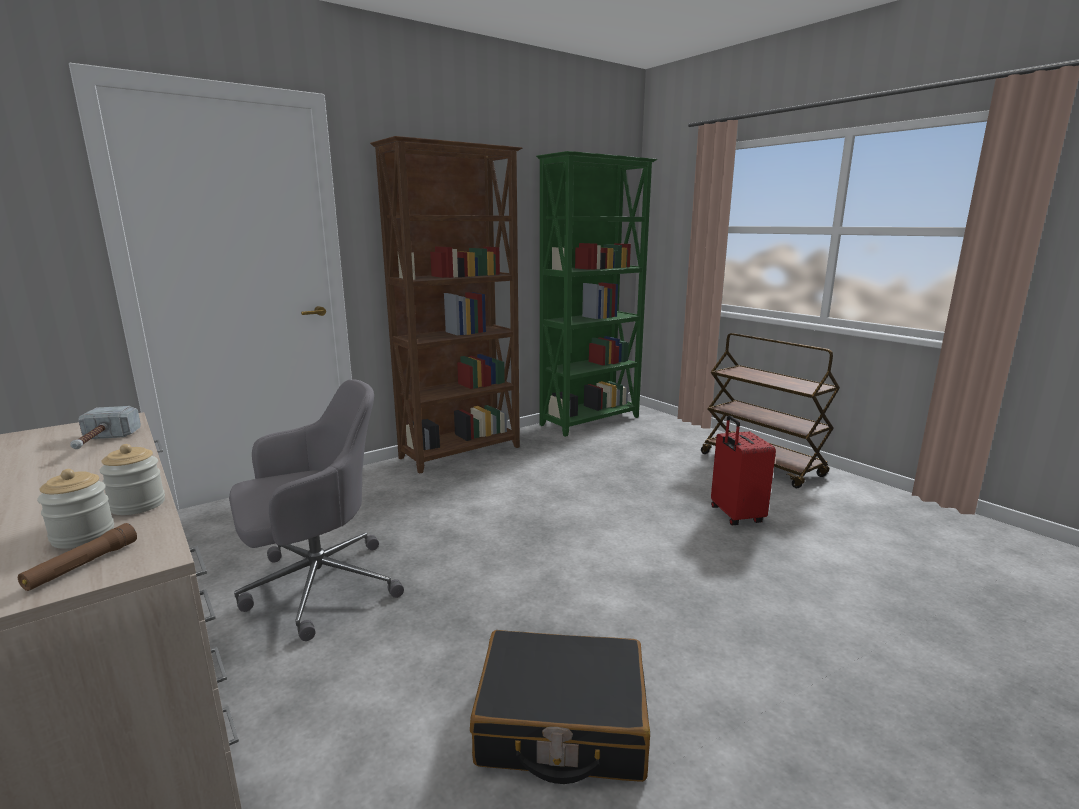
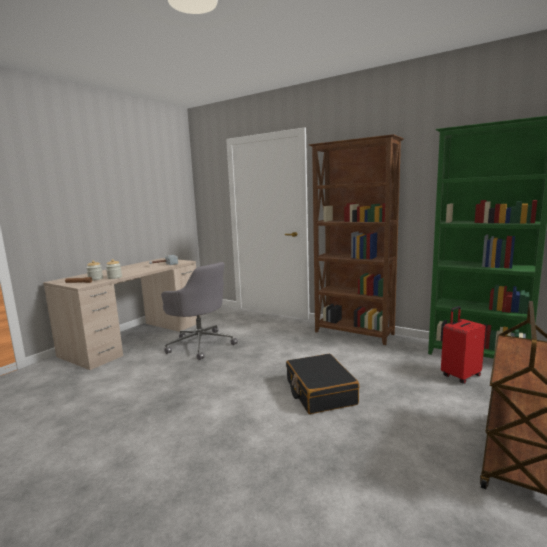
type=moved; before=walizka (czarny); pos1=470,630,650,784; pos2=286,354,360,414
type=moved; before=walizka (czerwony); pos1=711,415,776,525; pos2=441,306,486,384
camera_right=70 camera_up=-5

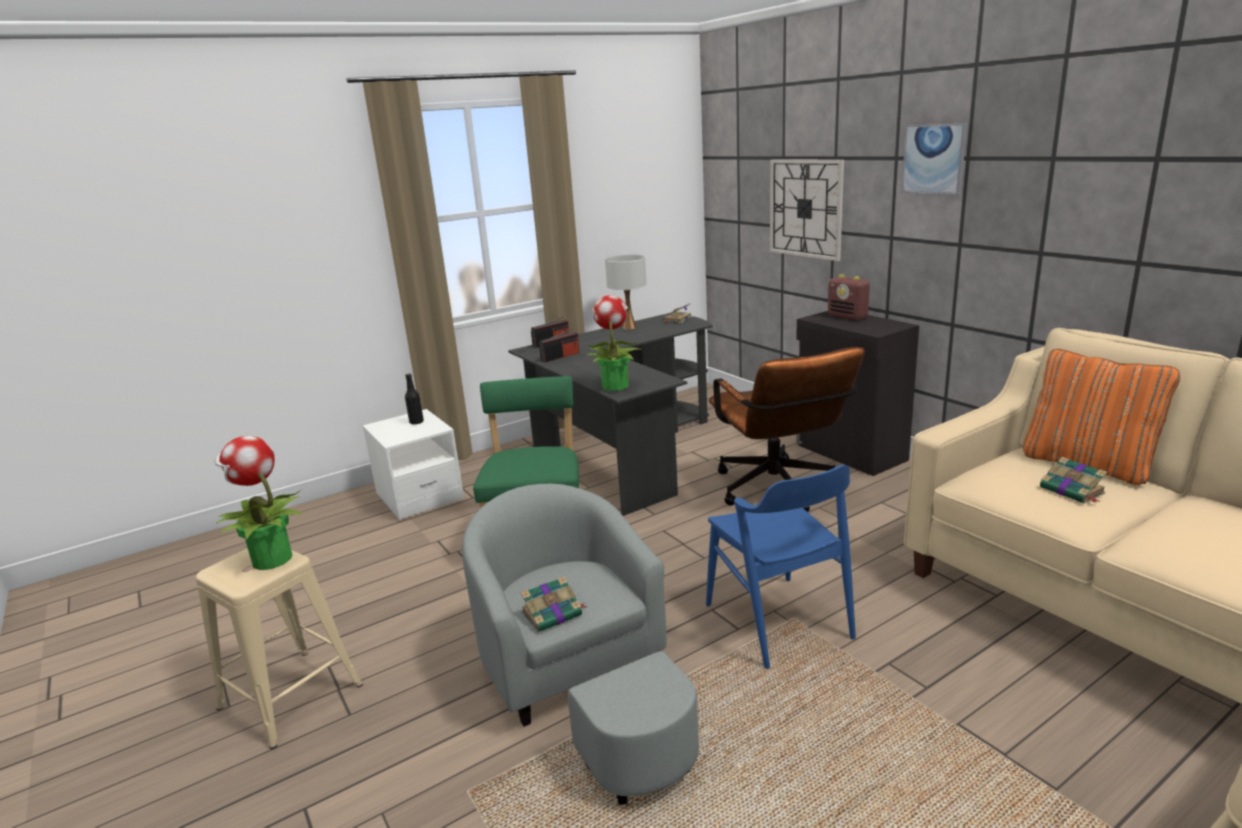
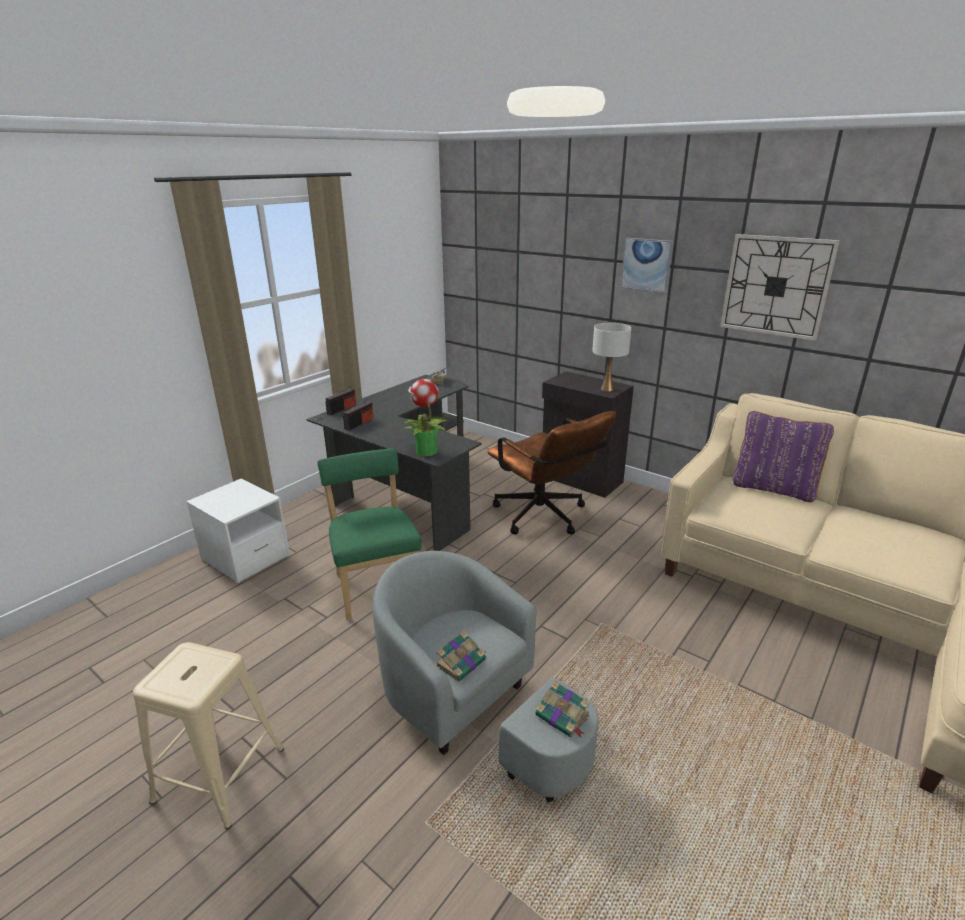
type=removed; before=roślina doniczkowa; pos1=215,436,303,570
type=removed; before=butelka (czarny); pos1=405,373,424,425
type=removed; before=krzesło (niebieski); pos1=706,465,856,669
type=removed; before=radio; pos1=828,274,870,320
type=moved; before=lampa stołowa (biały); pos1=605,254,647,330; pos2=592,323,631,391
type=moved; before=zegar ścienny; pos1=770,159,844,261; pos2=720,234,840,341
type=moved; before=książka; pos1=1040,457,1107,503; pos2=535,681,590,738
type=recoloured; before=poduszka (pomarańczowy); after=poduszka (fioletowy); pos1=1023,349,1180,485; pos2=733,411,834,502
camera_right=-20 camera_up=5

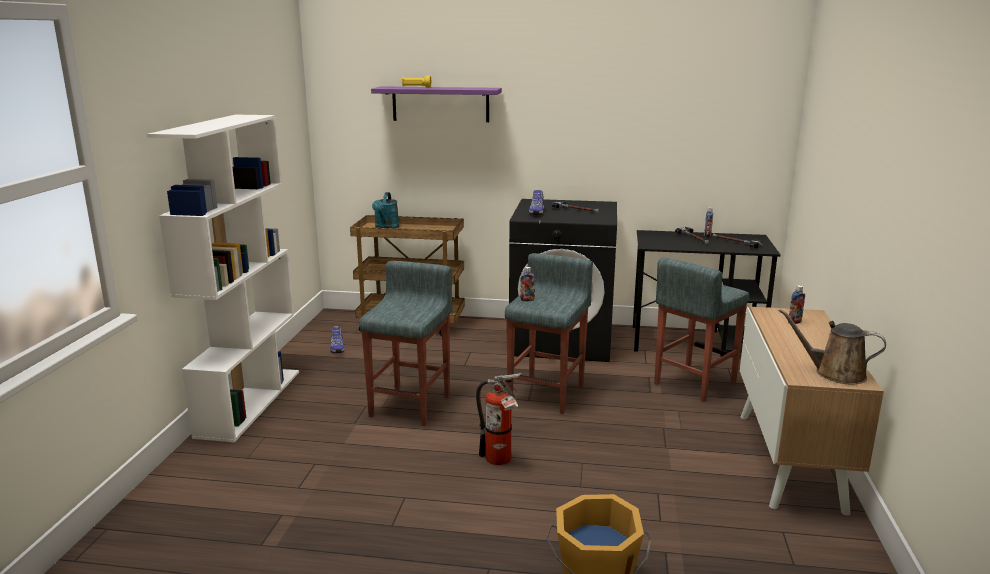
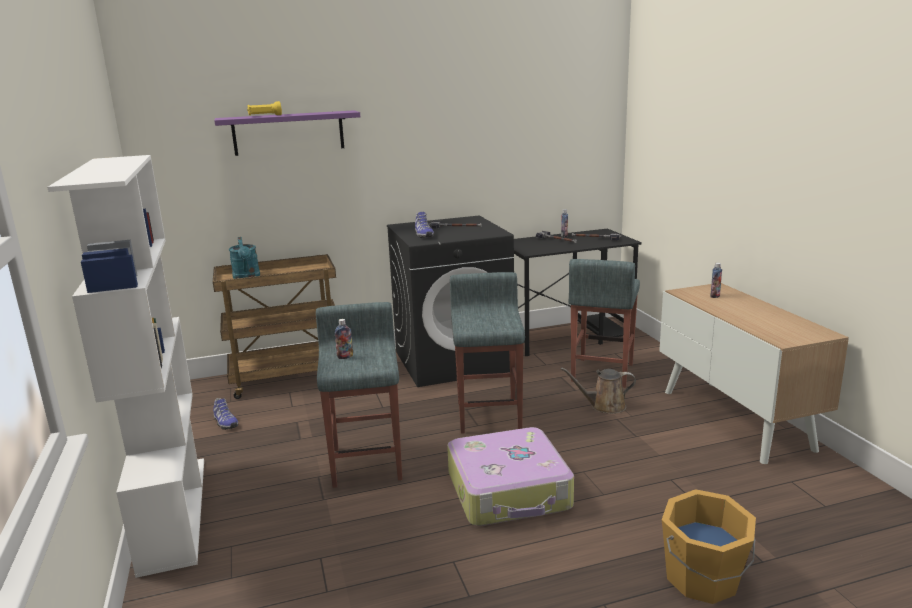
type=moved; before=butelka; pos1=520,267,535,301; pos2=335,319,353,359
type=moved; before=konewka (brązowy); pos1=778,309,886,384; pos2=560,368,636,414
type=replaced; before=gaśnica; after=walizka; pos1=476,373,521,465; pos2=447,427,574,526
camera_right=-25 camera_up=0

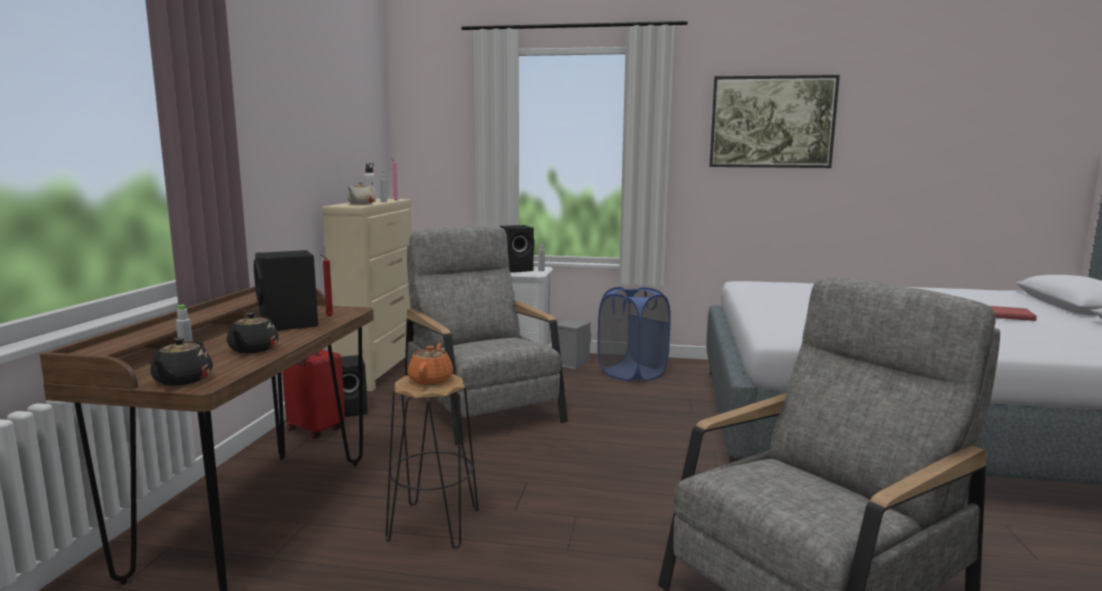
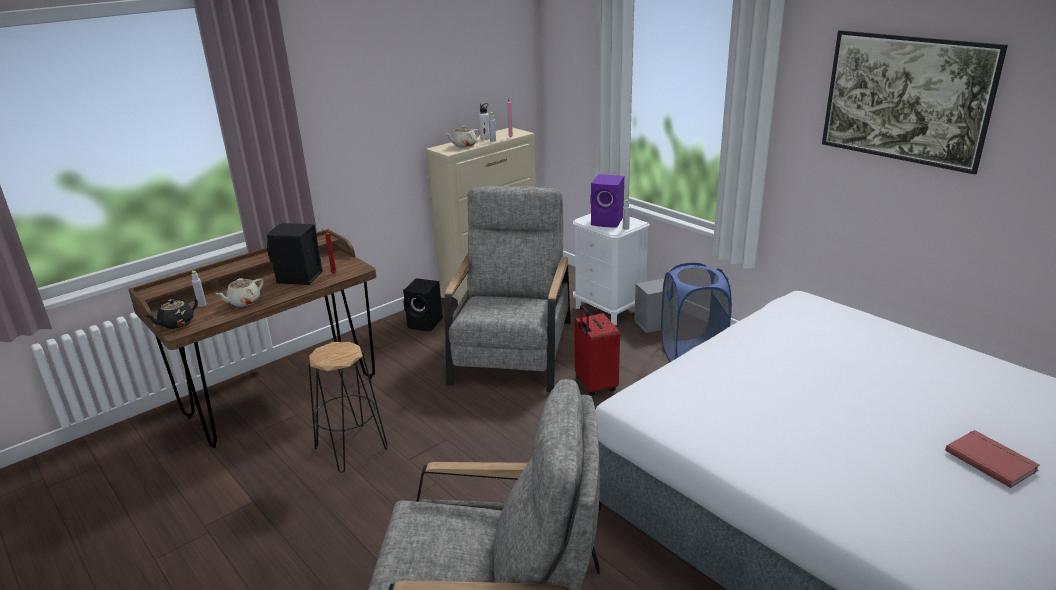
type=removed; before=imbryk (pomarańczowy); pos1=408,343,453,385
type=moved; before=walizka (czerwony); pos1=282,350,345,439; pos2=574,305,620,396
type=recoloured; before=imbryk (czarny); after=imbryk (beżowy); pos1=227,313,279,353; pos2=216,278,264,307
type=recoloured; before=głośnik (czarny); after=głośnik (fioletowy); pos1=500,225,534,272; pos2=590,174,624,227
camera_right=40 camera_up=15

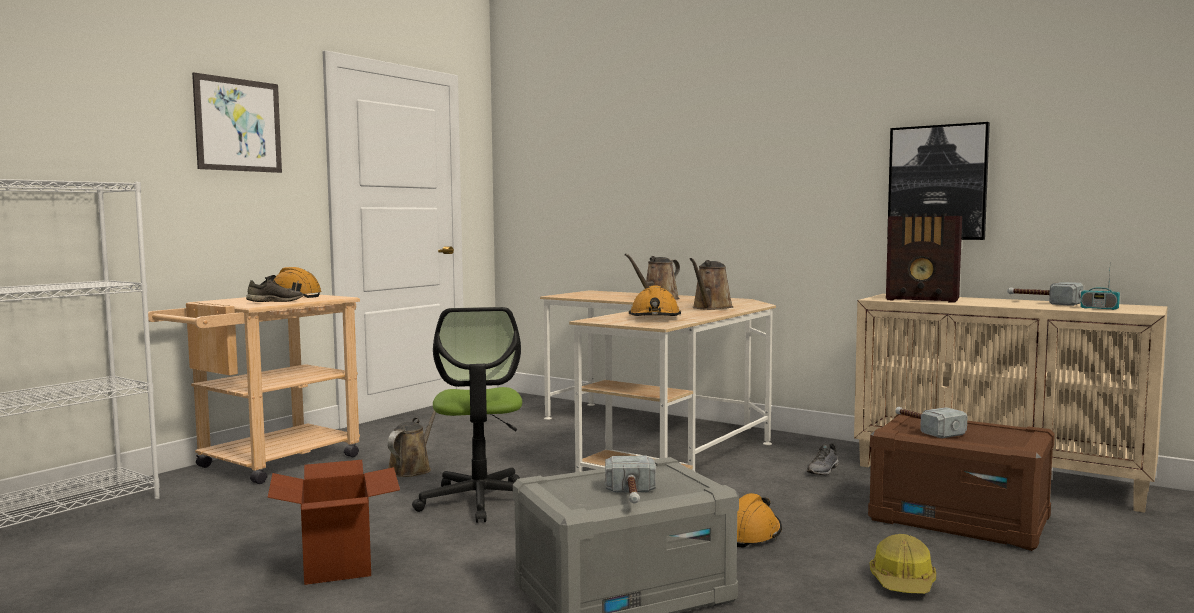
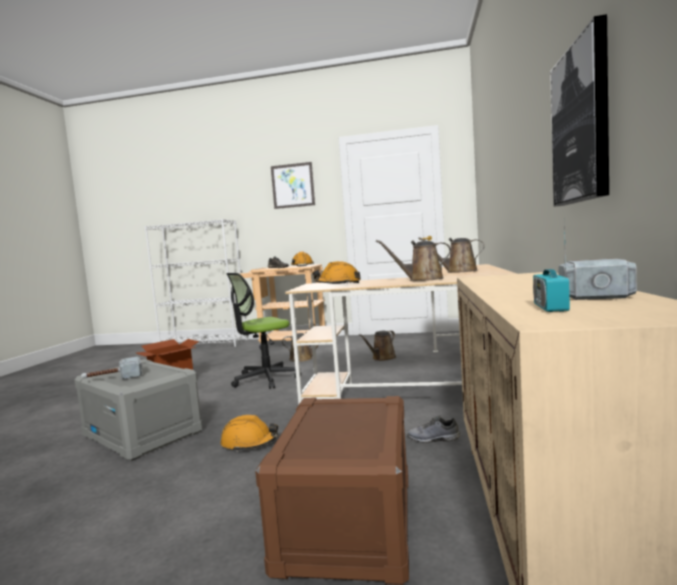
type=removed; before=kask; pos1=870,534,936,594
type=removed; before=radio; pos1=886,214,962,303
type=removed; before=młotek; pos1=895,407,968,438
type=added; after=konewka (brązowy); pos2=359,331,396,361
camera_right=65 camera_up=0

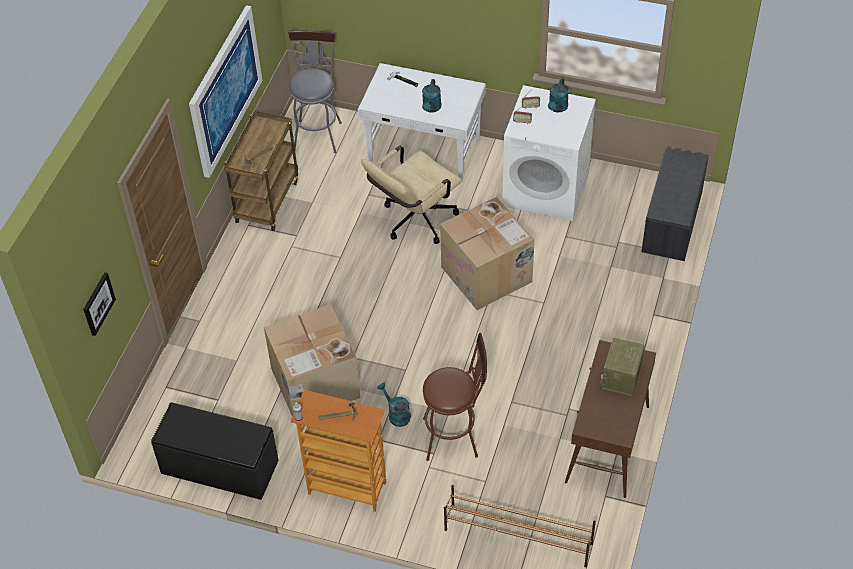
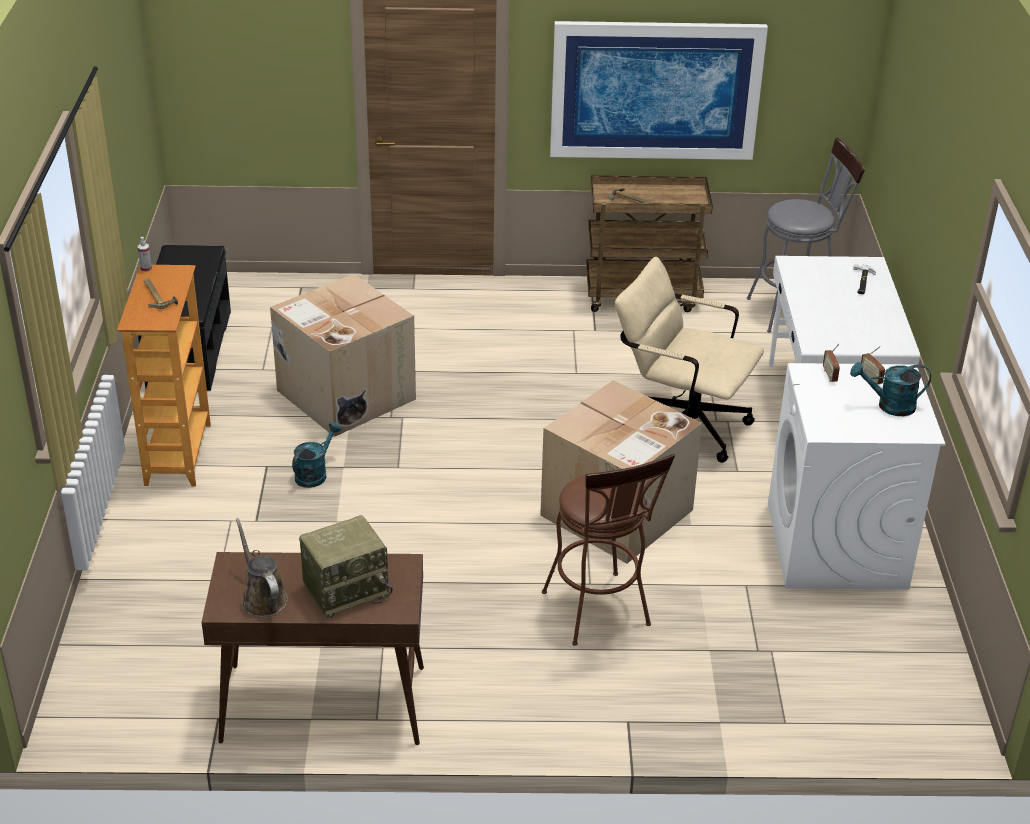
type=removed; before=obraz; pos1=83,272,116,336
type=removed; before=konewka (turkusowy); pos1=422,79,442,113
type=removed; before=regał na buty (brązowy); pos1=444,485,596,567
type=removed; before=ławka (szary); pos1=641,148,708,261
type=added; after=konewka (brązowy); pos2=236,518,288,617
type=moved; before=stołek (brązowy); pos1=423,333,487,461; pos2=542,454,675,646
type=turned; before=radio; pos1=600,338,645,396; pos2=299,515,393,618; turn=150
camera_right=70 camera_up=-15

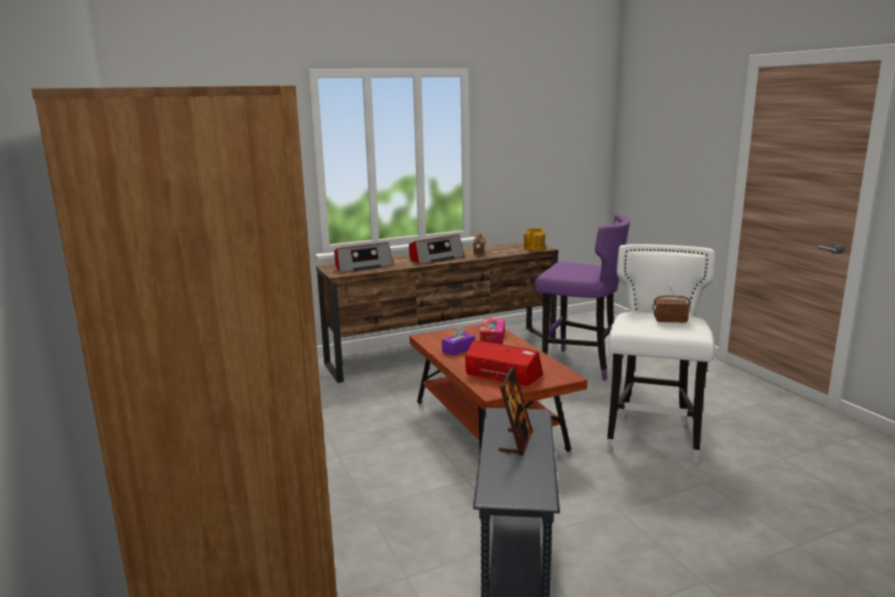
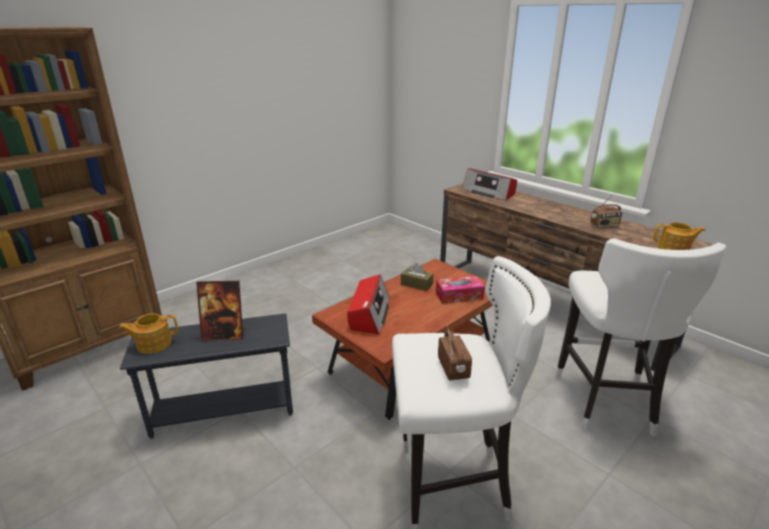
type=removed; before=radio; pos1=409,234,465,264
type=added; after=imbryk; pos2=119,313,178,354
type=recoloured; before=pudełko chusteczek (fioletowy); after=pudełko chusteczek (brązowy); pos1=442,325,475,356; pos2=401,263,433,291
type=recoloured; before=stołek (fioletowy); after=stołek (biały); pos1=535,215,630,381; pos2=555,238,727,437
camera_right=70 camera_up=10

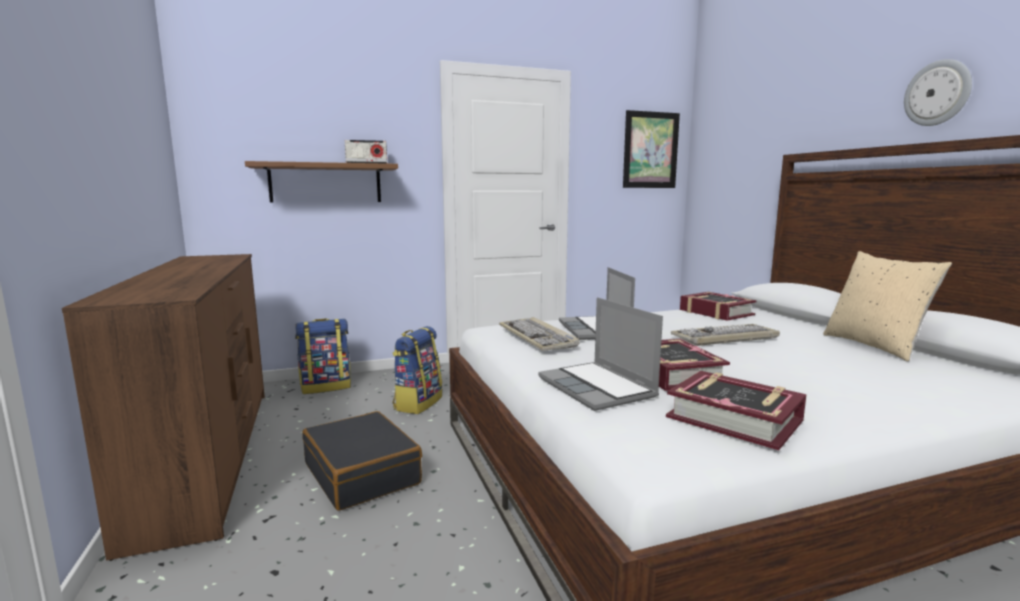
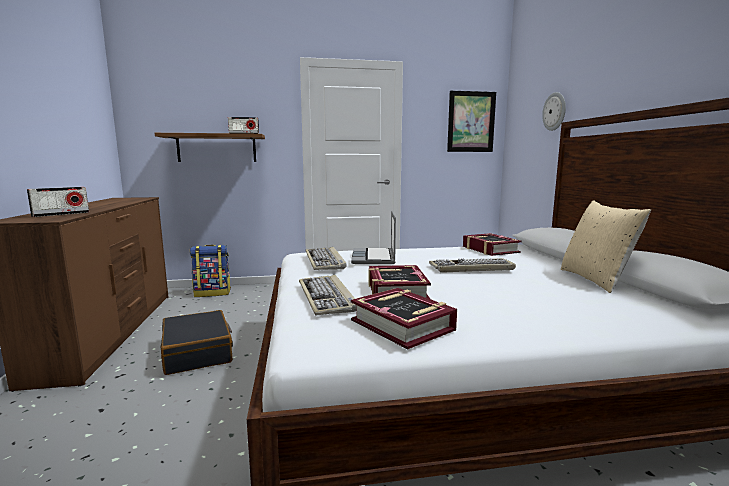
type=removed; before=plecak; pos1=392,326,442,414
type=added; after=radio; pos2=27,187,89,217
type=moved; before=zegar ścienny; pos1=904,59,972,126; pos2=542,92,566,131
type=replaced; before=laptop; after=klawiatura; pos1=538,297,663,411; pos2=299,275,357,315
camera_right=10 camera_up=0

